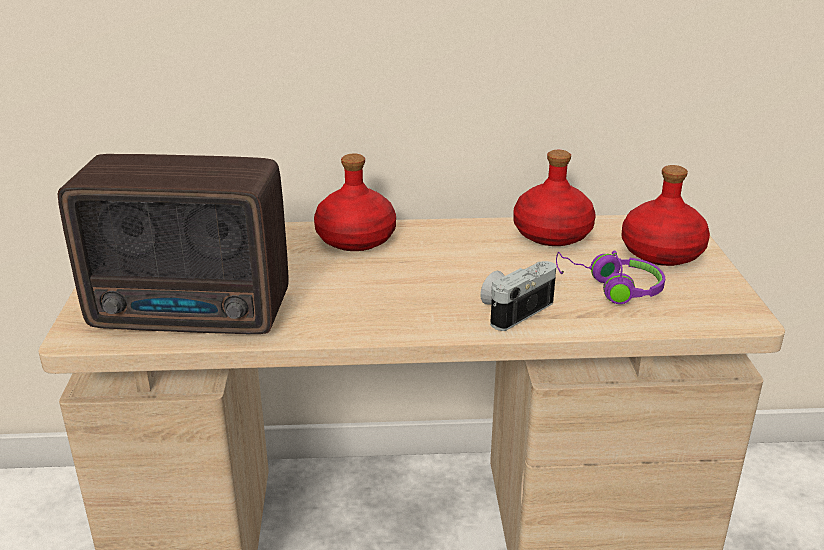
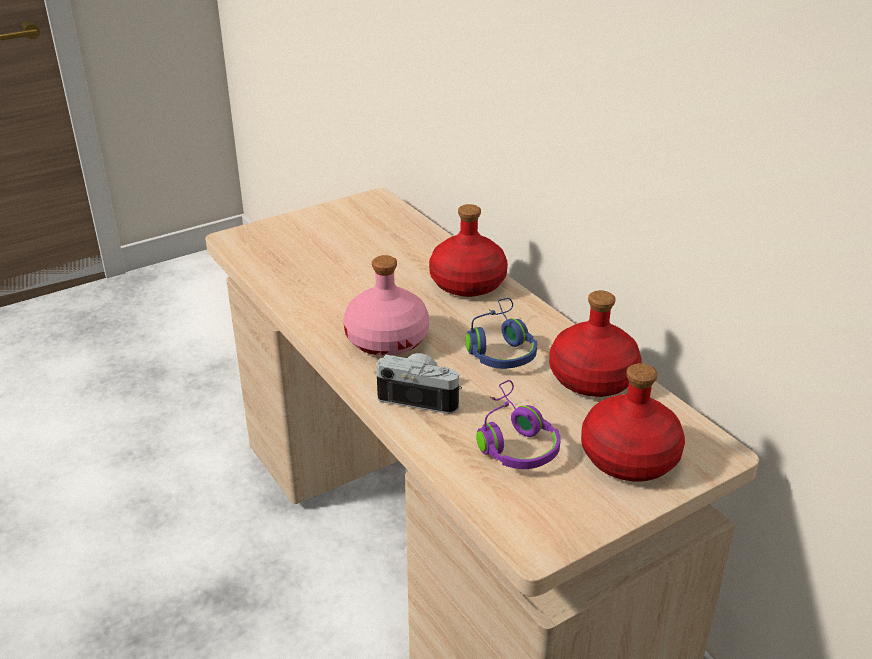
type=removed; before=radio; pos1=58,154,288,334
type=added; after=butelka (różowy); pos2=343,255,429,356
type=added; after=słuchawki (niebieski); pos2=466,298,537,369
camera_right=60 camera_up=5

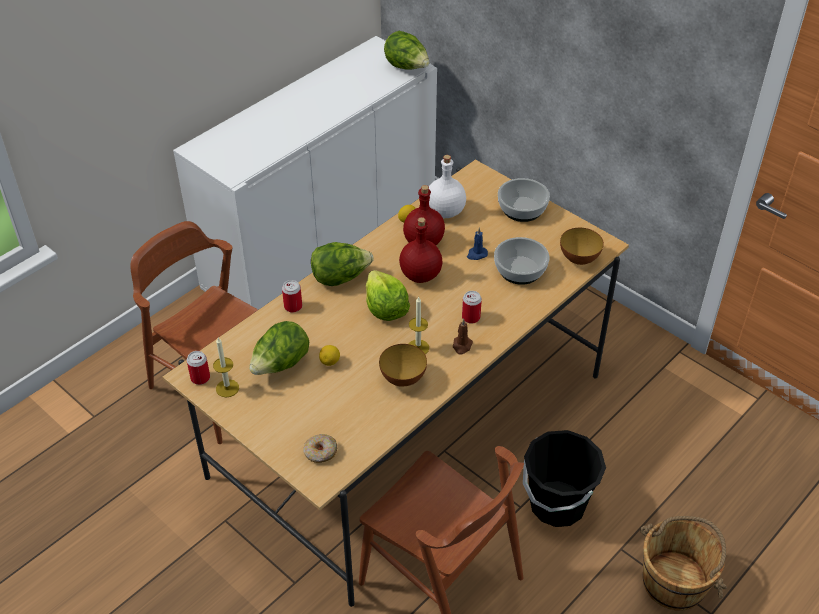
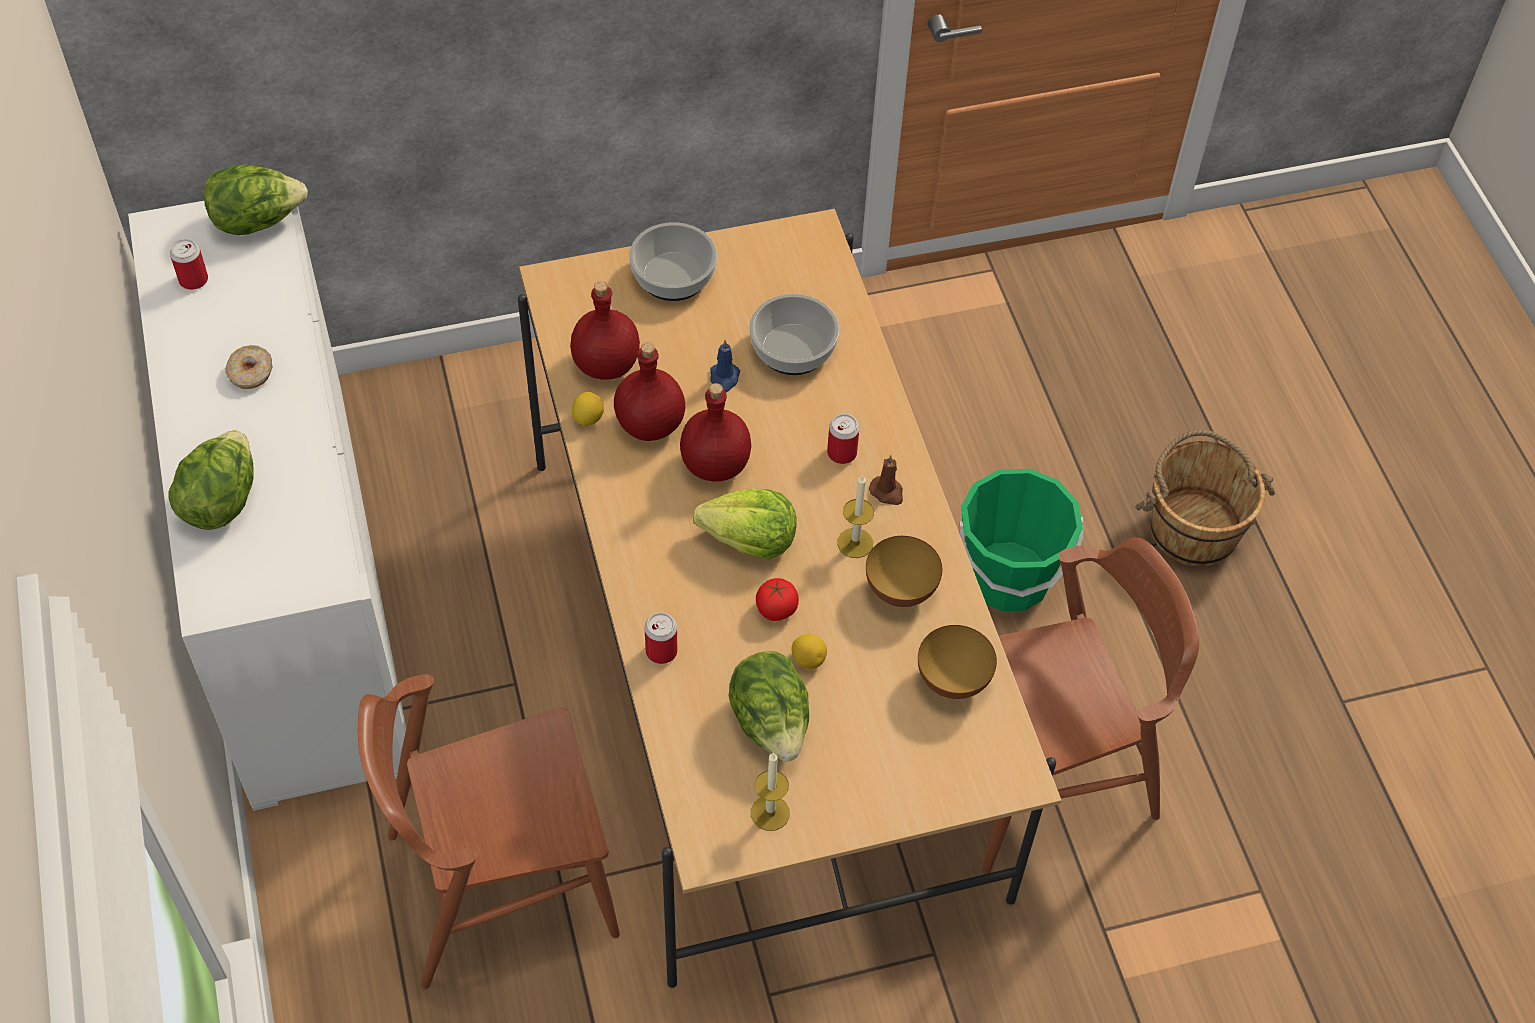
type=added; after=pomidor; pos2=756,578,799,621
type=moved; before=puszka; pos1=187,351,210,385; pos2=170,239,208,290
type=moved; before=donut; pos1=303,434,337,463; pos2=225,345,272,389
type=moved; before=sałata; pos1=311,242,373,286; pos2=169,430,253,530
type=moved; before=miska; pos1=560,228,604,265; pos2=918,625,997,699
type=recoloured; before=butelka (biały); after=butelka (czerwony); pos1=429,155,466,218; pos2=570,281,640,380
type=recoloured; before=wiadro (czarny); after=wiadro (zielony); pos1=523,430,606,527; pos2=959,469,1083,611
camera_right=-60 camera_up=10

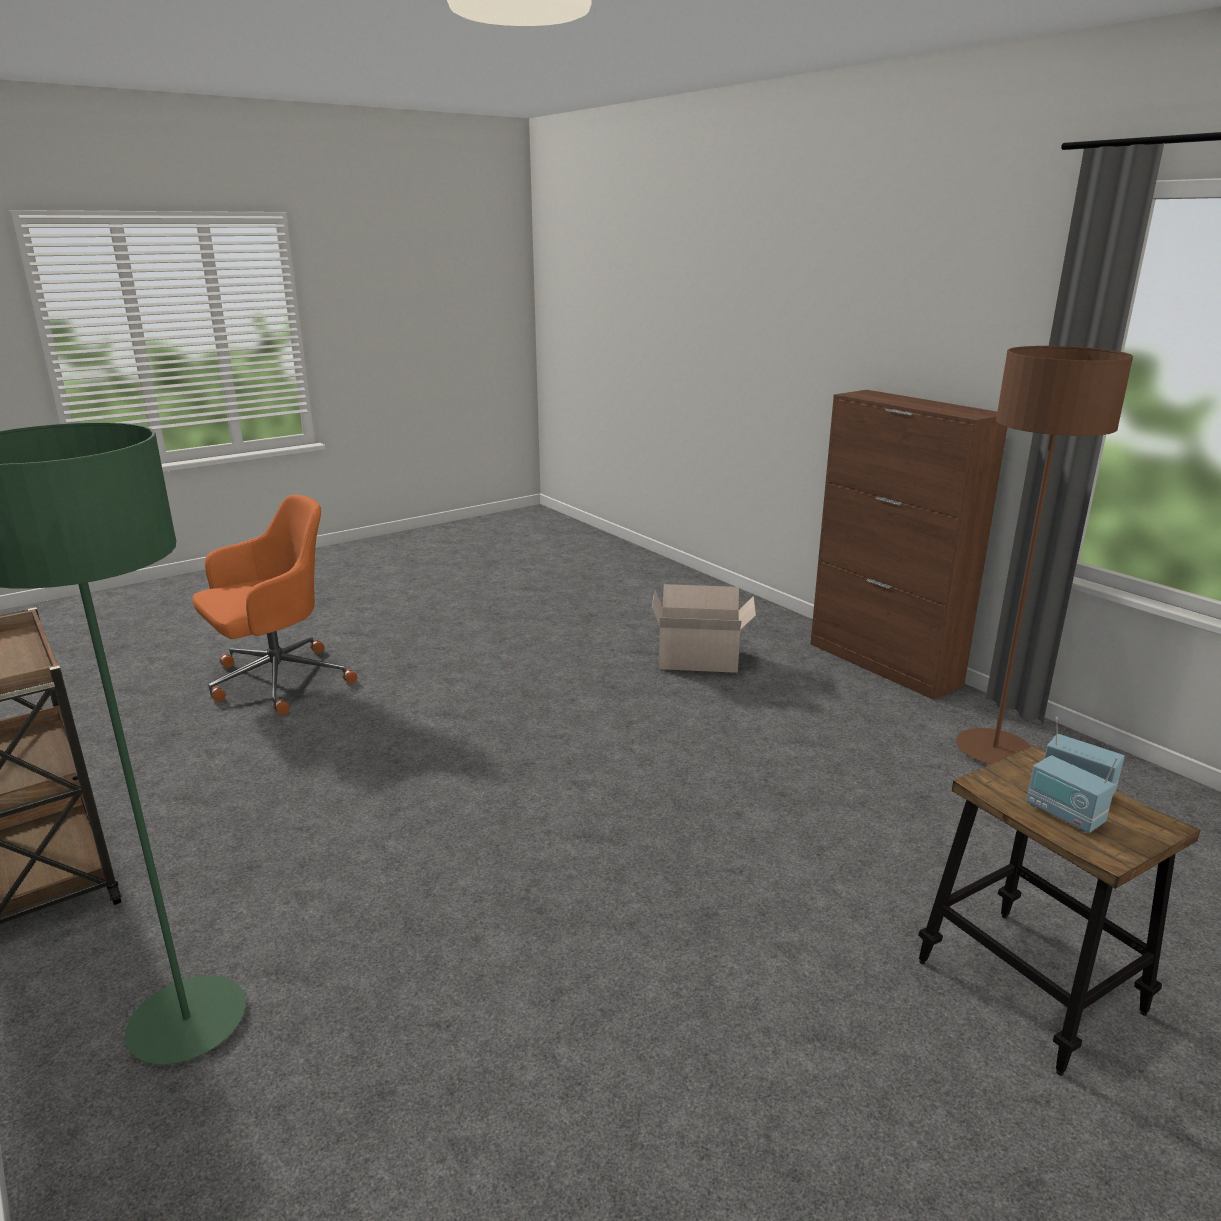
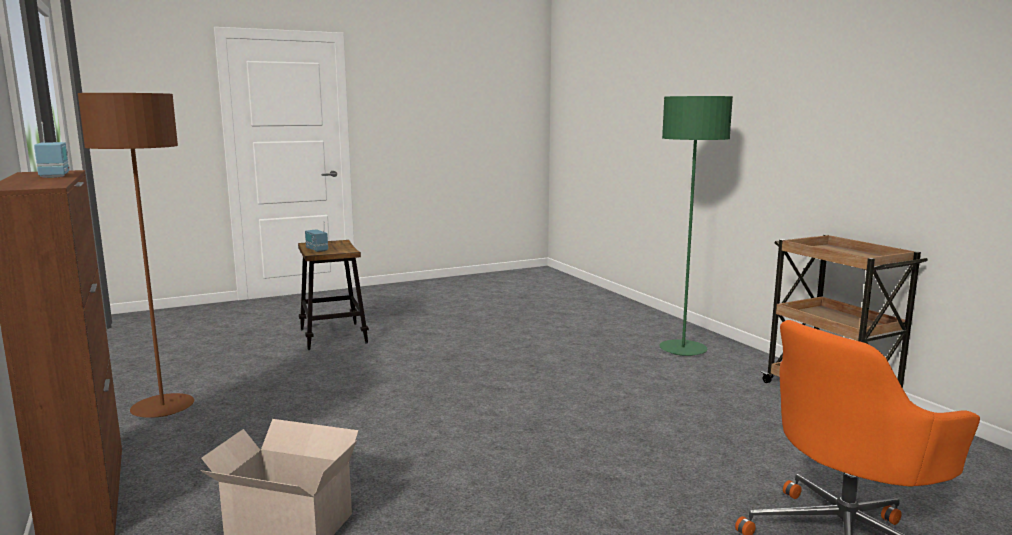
type=moved; before=radio; pos1=1026,755,1118,833; pos2=34,122,70,178
camera_right=-170 camera_up=-10

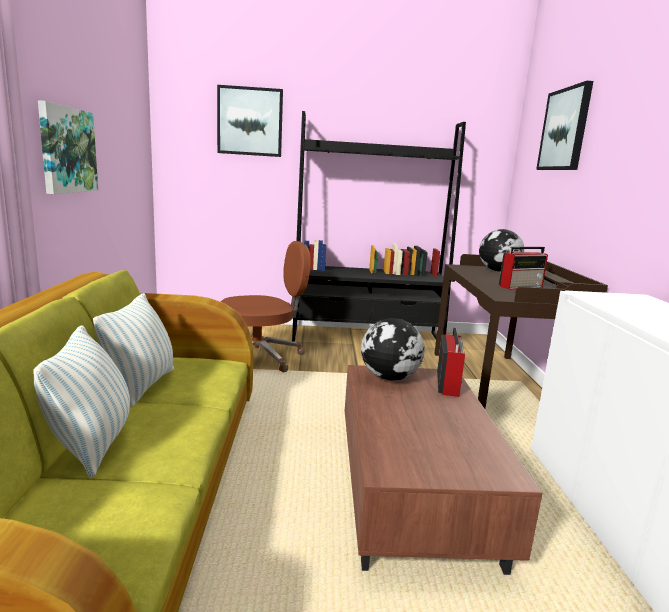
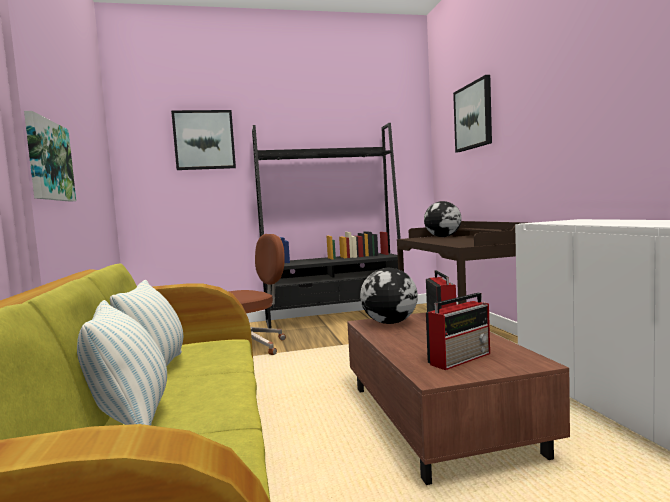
type=moved; before=radio; pos1=499,247,548,290; pos2=426,292,490,370
camera_right=-10 camera_up=-10

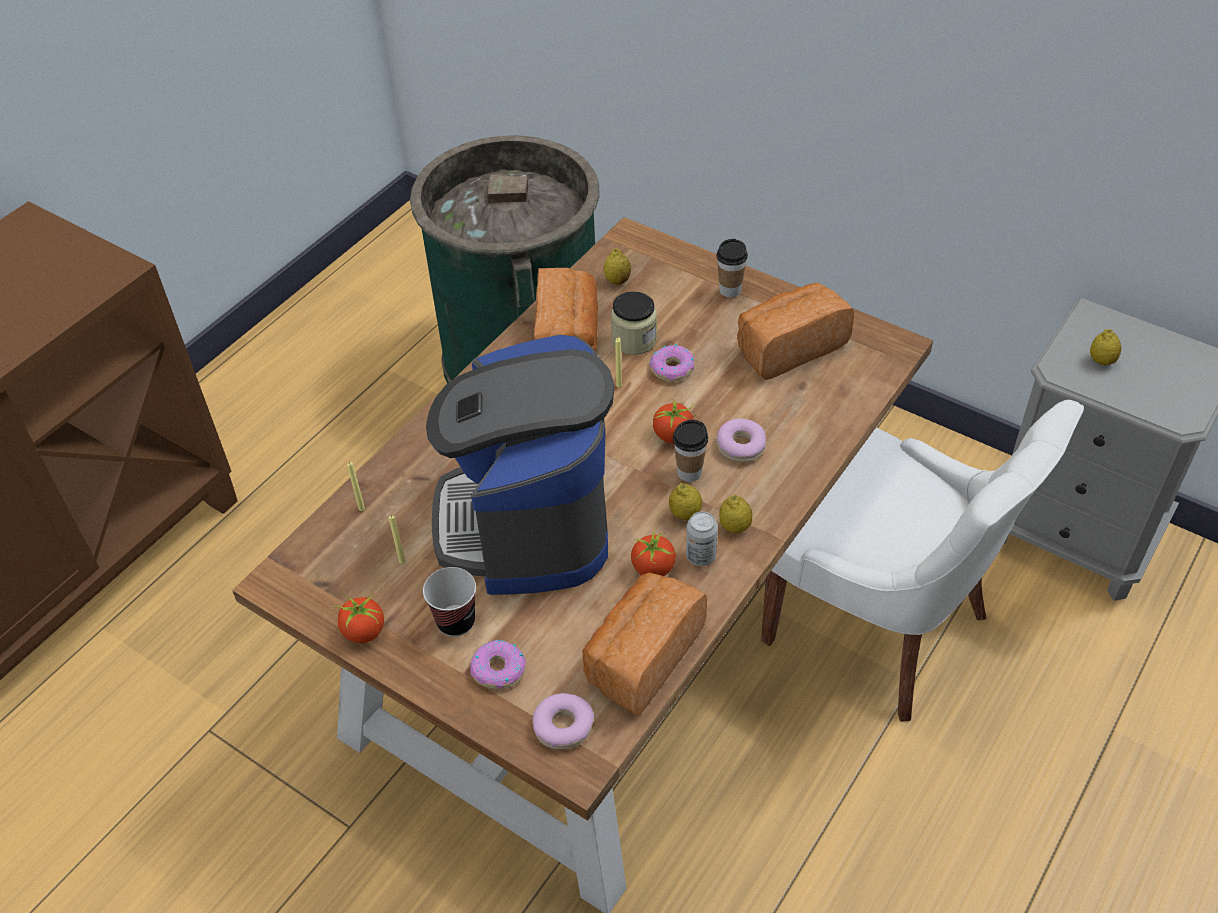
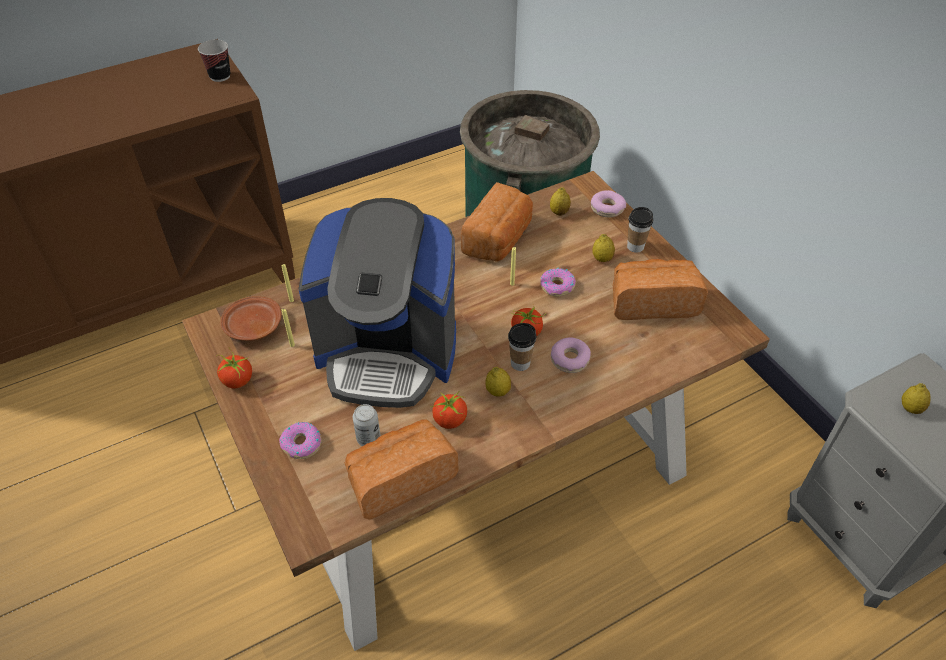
type=removed; before=słoik; pos1=611,291,657,355
type=removed; before=krzesło (biały); pos1=761,400,1084,722
type=added; after=talerz (brązowy); pos2=220,296,281,341
type=moved; before=filiżanka; pos1=423,567,476,637; pos2=198,39,230,82
type=moved; before=donut; pos1=533,693,594,749; pos2=591,190,626,218
type=moved; before=puszka; pos1=686,511,718,566; pos2=353,404,381,446
type=moved; before=cytryna; pos1=719,495,752,533; pos2=592,234,615,262
type=turned; before=ekspres do kawy; pos1=426,335,614,595; pos2=299,198,456,408; turn=-105
camera_right=25 camera_up=0

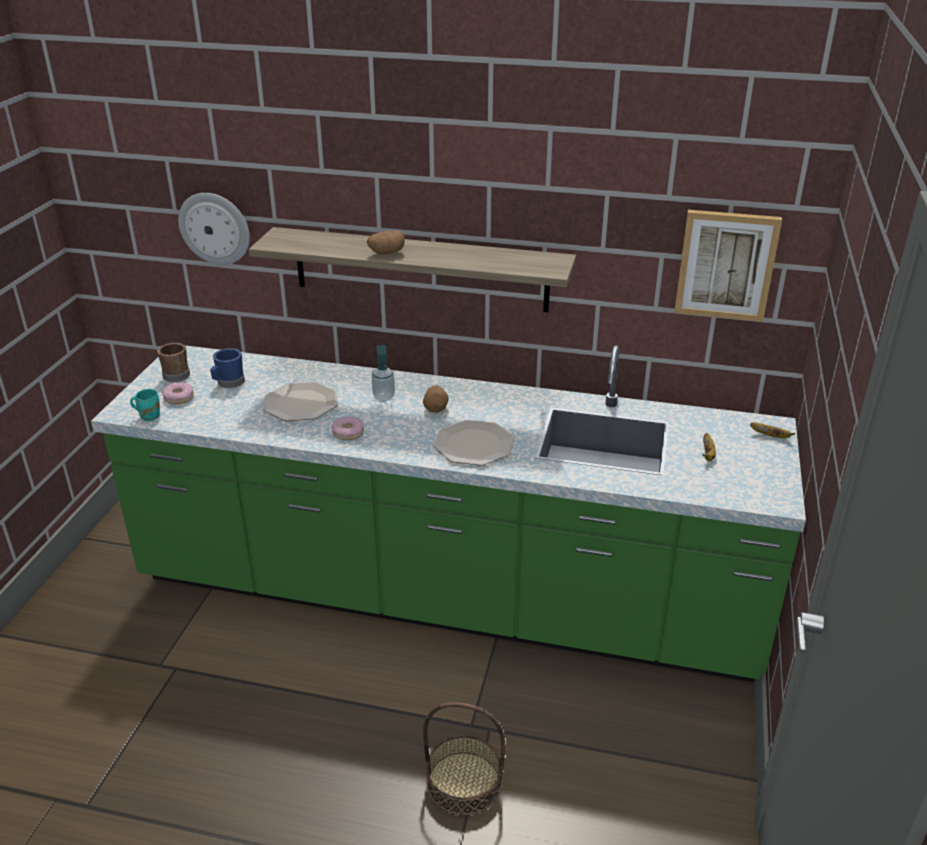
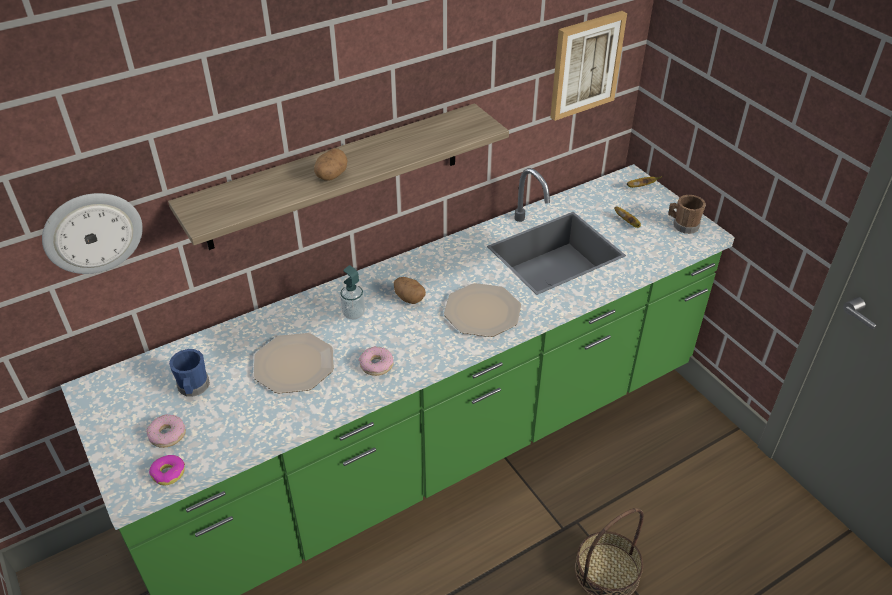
type=moved; before=kubek (brązowy); pos1=157,343,190,382; pos2=668,195,706,234
type=replaced; before=kubek (turkusowy); after=donut; pos1=130,389,160,422; pos2=149,455,185,485
camera_right=-45 camera_up=10

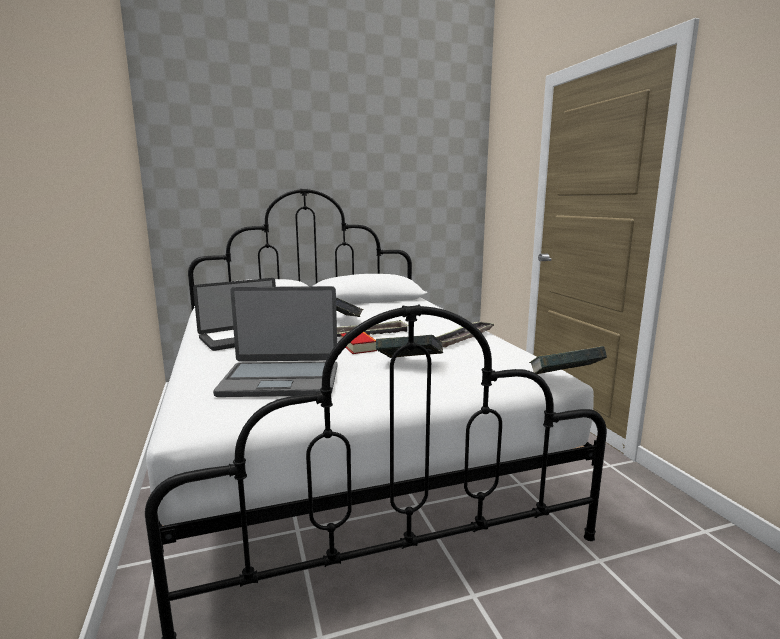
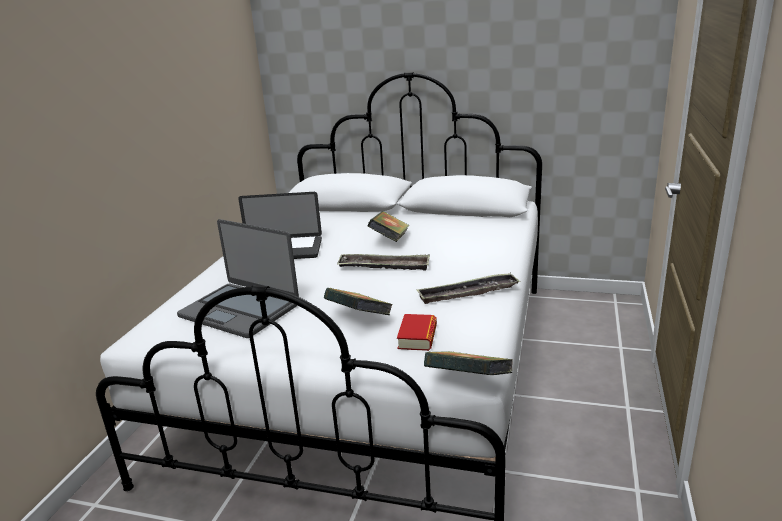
type=moved; before=książka; pos1=341,332,377,354; pos2=397,314,437,351
camera_right=35 camera_up=10

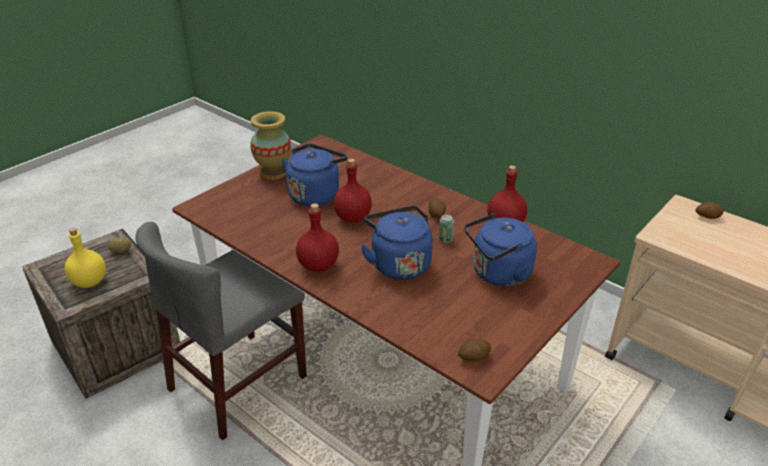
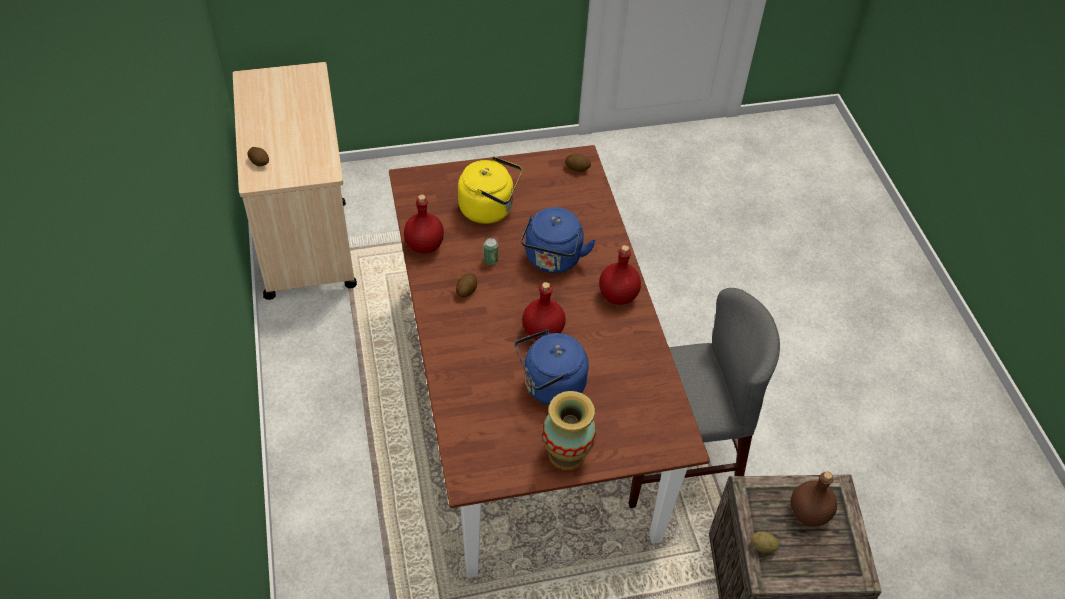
type=recoloured; before=butelka (żółty); after=butelka (brązowy); pos1=65,228,106,288; pos2=791,472,837,527
type=recoloured; before=czajnik (niebieski); after=czajnik (żółty); pos1=464,213,537,286; pos2=458,156,522,224
camera_right=-145 camera_up=15

